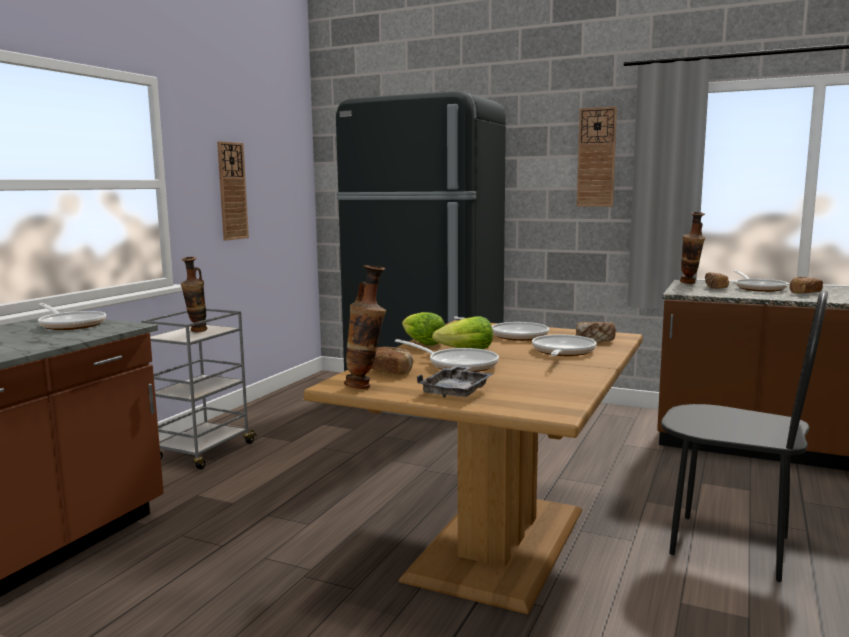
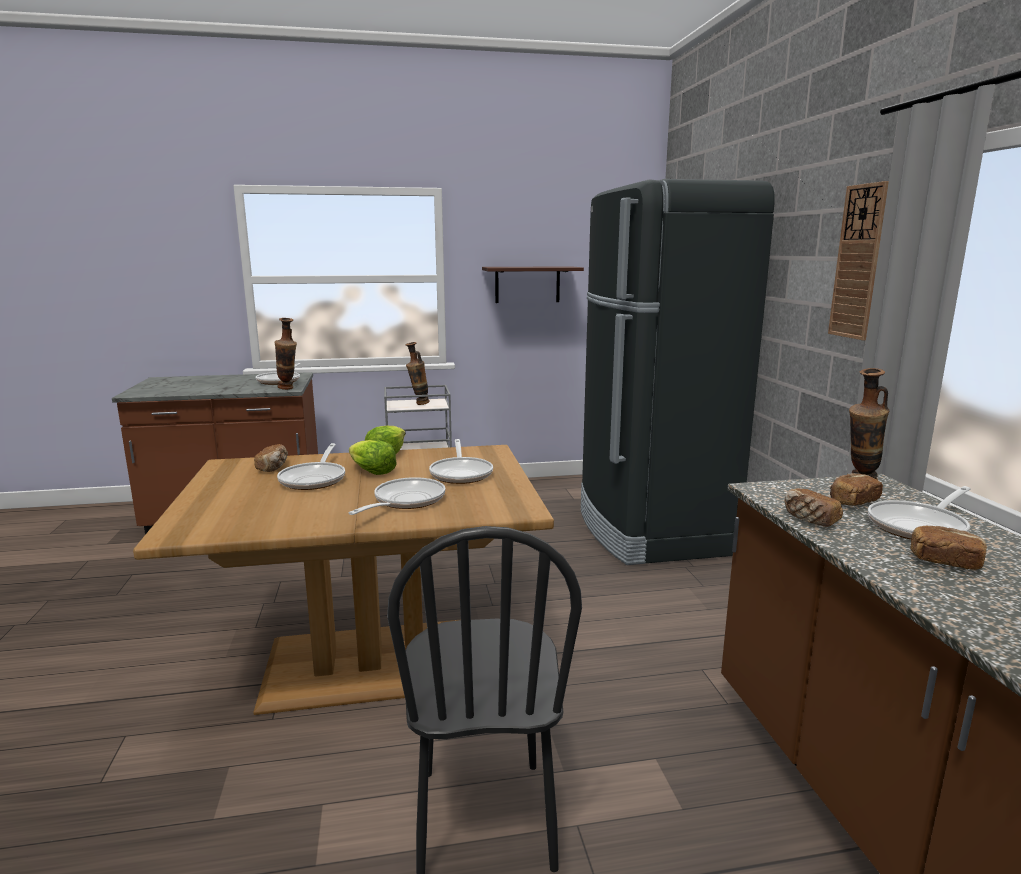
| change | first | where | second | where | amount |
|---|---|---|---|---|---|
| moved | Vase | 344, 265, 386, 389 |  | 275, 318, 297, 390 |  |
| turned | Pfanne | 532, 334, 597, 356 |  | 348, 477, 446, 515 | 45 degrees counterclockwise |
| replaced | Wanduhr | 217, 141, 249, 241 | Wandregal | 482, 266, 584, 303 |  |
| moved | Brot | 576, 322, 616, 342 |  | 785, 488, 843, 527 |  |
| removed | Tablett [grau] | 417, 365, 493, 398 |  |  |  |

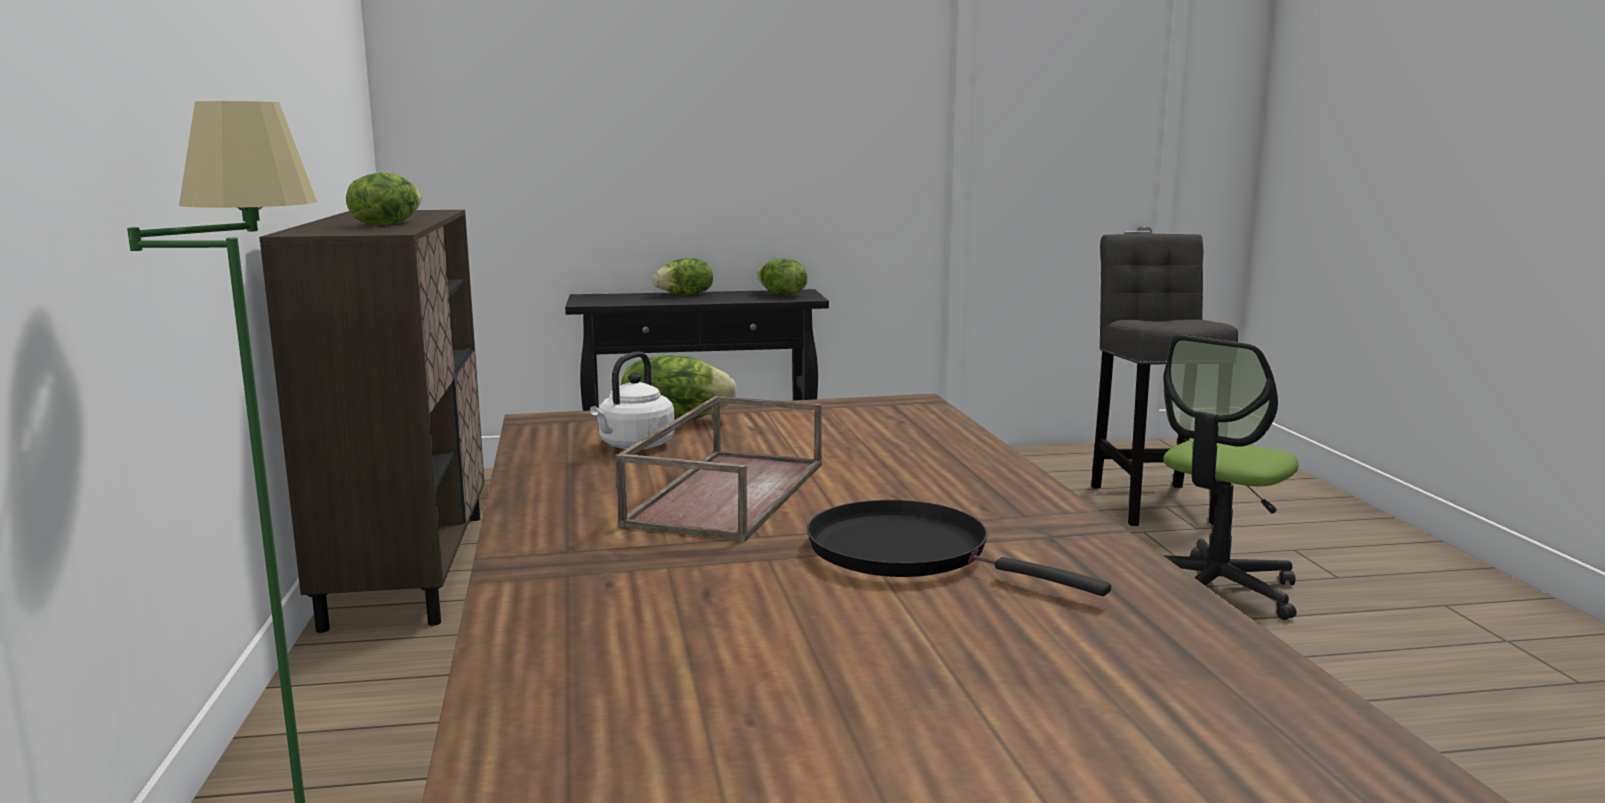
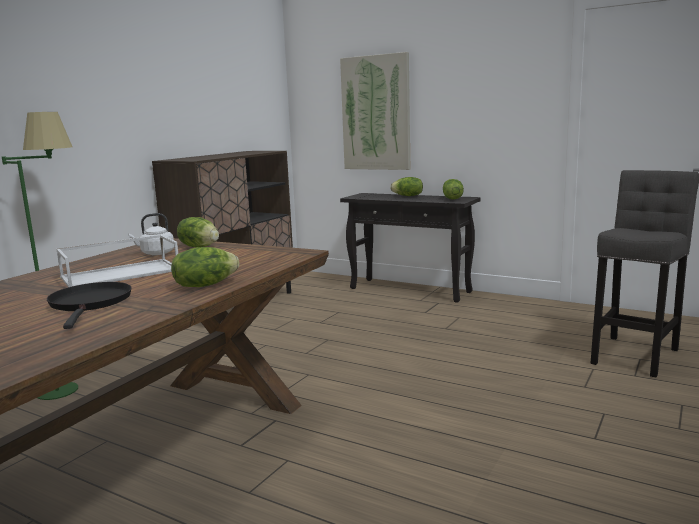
| change | first | where | second | where | amount |
|---|---|---|---|---|---|
| recoloured | Tablett [braun] | 616, 396, 822, 542 | Tablett [weiß] | 56, 234, 178, 287 |  |
| moved | Salatkopf | 346, 173, 421, 225 |  | 171, 247, 239, 287 |  |
| added |  |  | Bild | 340, 52, 410, 170 |  |
| removed | Bürostuhl | 1163, 335, 1299, 620 |  |  |  |

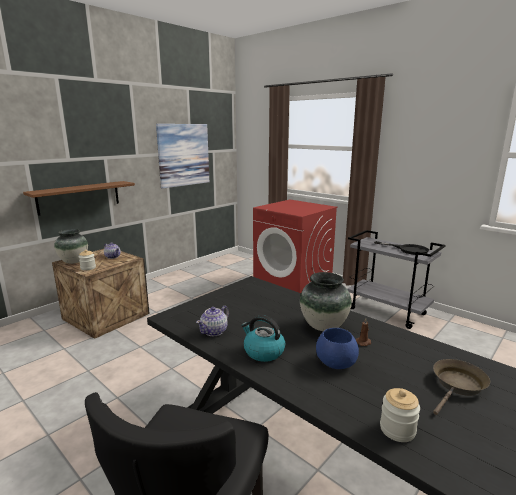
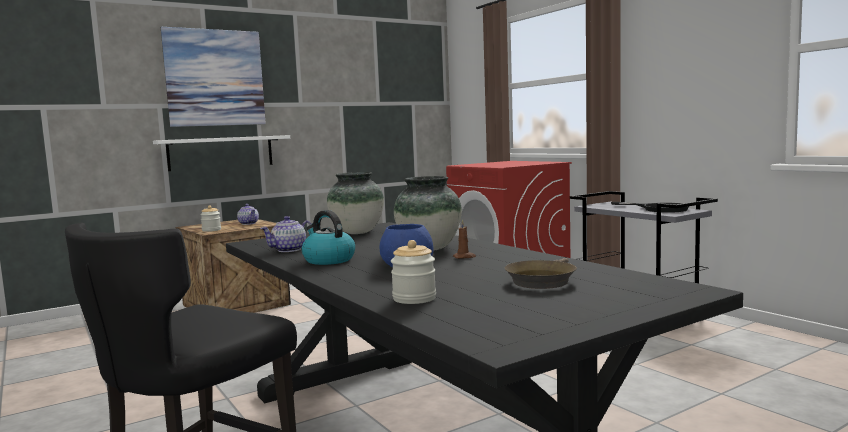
| change | first | where | second | where | amount |
|---|---|---|---|---|---|
| recoloured | Wandregal [braun] | 23, 181, 135, 216 | Wandregal [weiß] | 153, 135, 290, 171 |  |
| moved | Bild | 156, 124, 209, 189 |  | 161, 27, 266, 127 |  |
| moved | Vase | 54, 229, 88, 264 |  | 327, 172, 384, 234 |  |
| turned | Pfanne [braun] | 433, 359, 490, 415 |  | 505, 258, 577, 289 | 150 degrees clockwise |

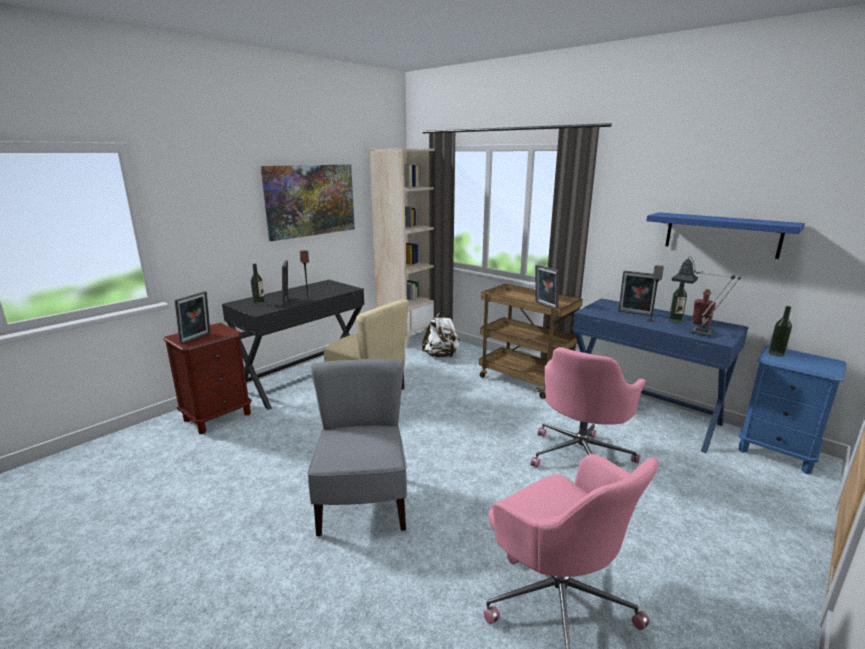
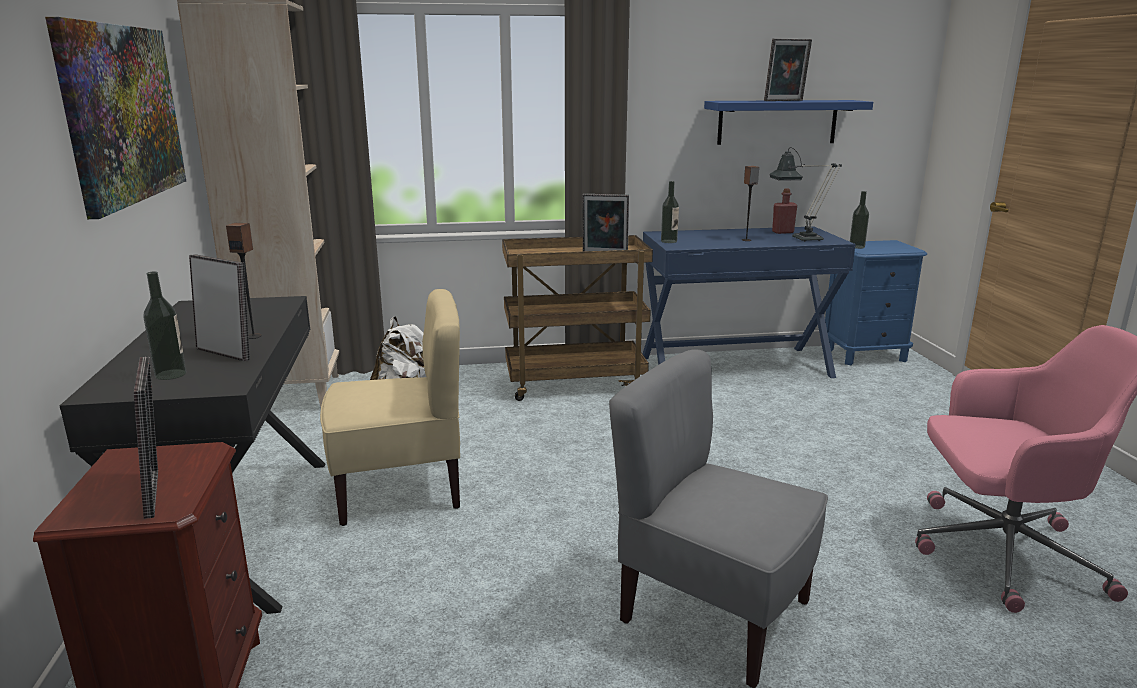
| change | first | where | second | where | amount |
|---|---|---|---|---|---|
| moved | Flasche | 669, 282, 687, 323 |  | 661, 181, 679, 243 |  |
| moved | Bilderrahmen | 619, 271, 658, 316 |  | 764, 38, 812, 101 |  |
| removed | Bürostuhl [rosa] | 530, 347, 646, 468 |  |  |  |

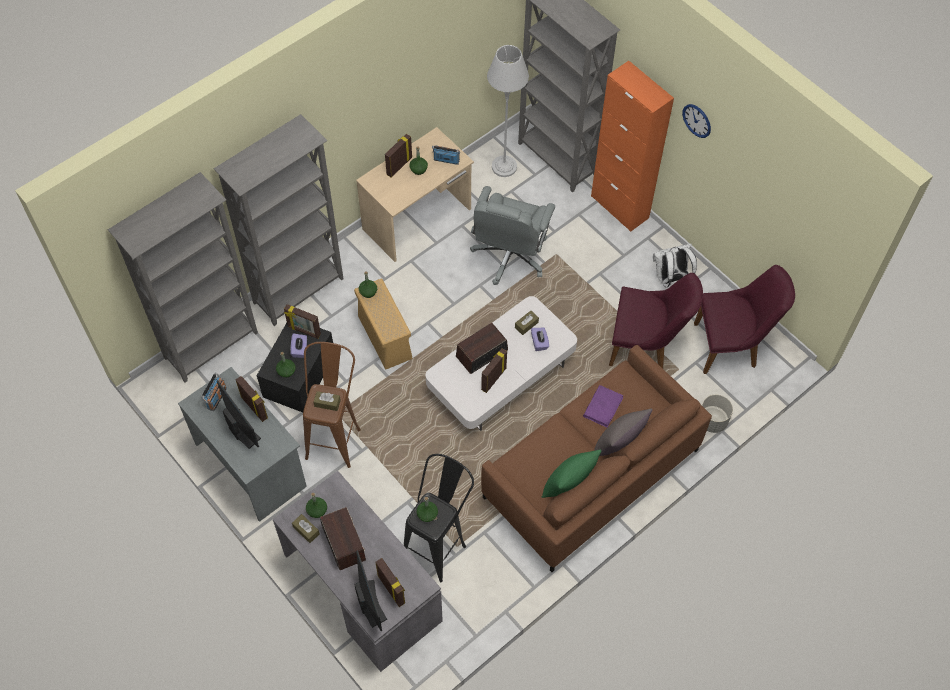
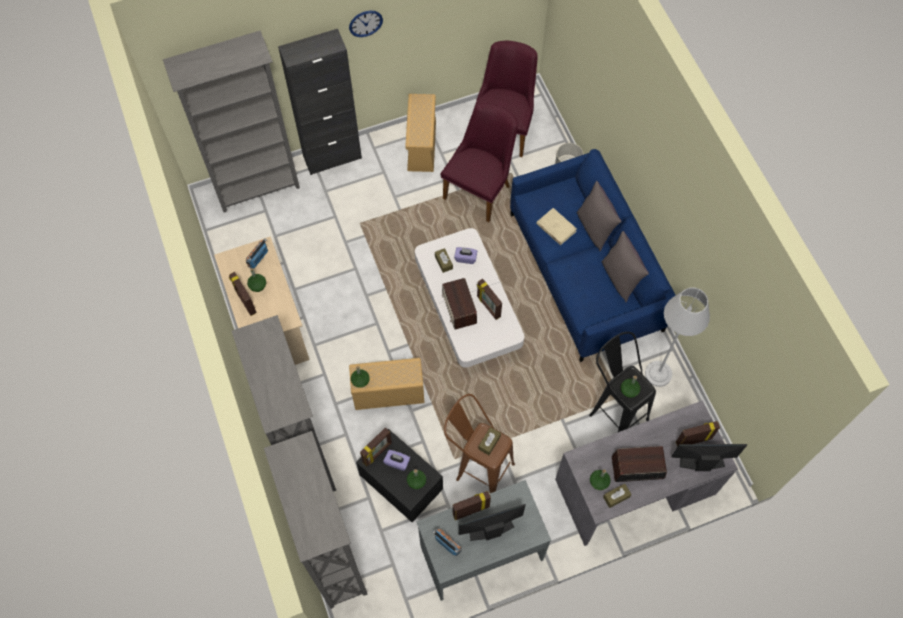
| change | first | where | second | where | amount |
|---|---|---|---|---|---|
| recoloured | Schrank [orange] | 591, 61, 674, 232 | Schrank [schwarz] | 278, 29, 362, 175 |  |
| replaced | Rucksack [weiß] | 653, 244, 697, 288 | Aufbewahrungsbox [beige] | 405, 94, 436, 172 |  |
| recoloured | Sofa [braun] | 481, 345, 712, 572 | Sofa [blau] | 510, 149, 676, 362 |  |
| recoloured | Buch [lila] | 583, 385, 623, 427 | Buch [beige] | 536, 208, 577, 245 |  |
| recoloured | Kissen [grün] | 542, 450, 602, 498 | Kissen [grau] | 601, 231, 649, 302 |  |
| moved | Stehlampe [grau] | 487, 45, 529, 177 |  | 645, 287, 710, 387 |  |
| removed | Bürostuhl [grau] | 470, 186, 555, 285 |  |  |  |

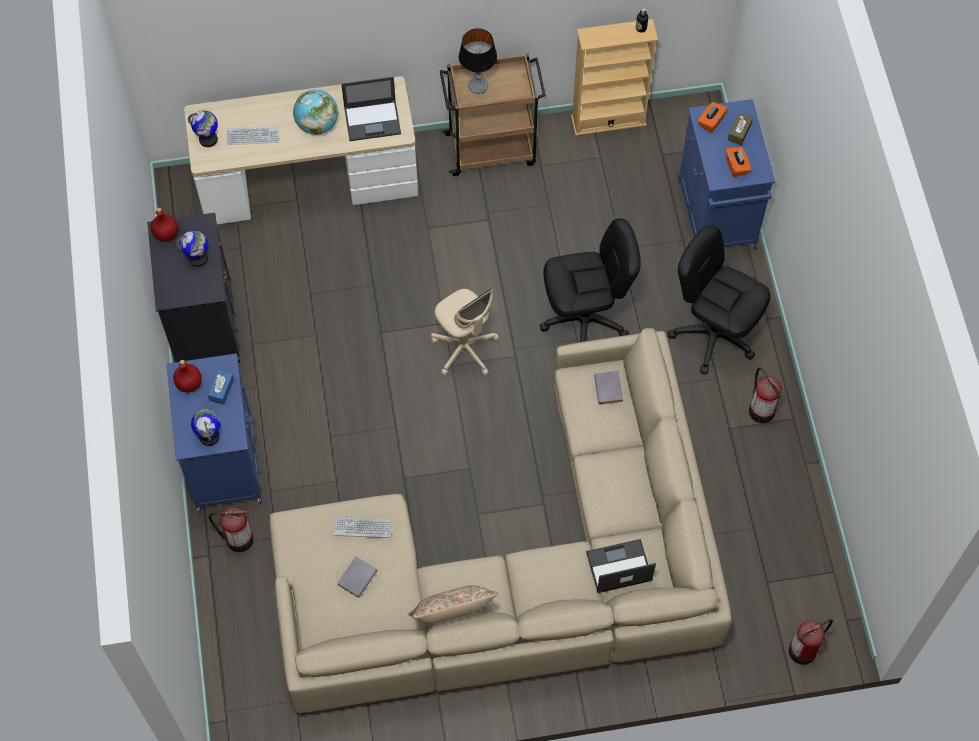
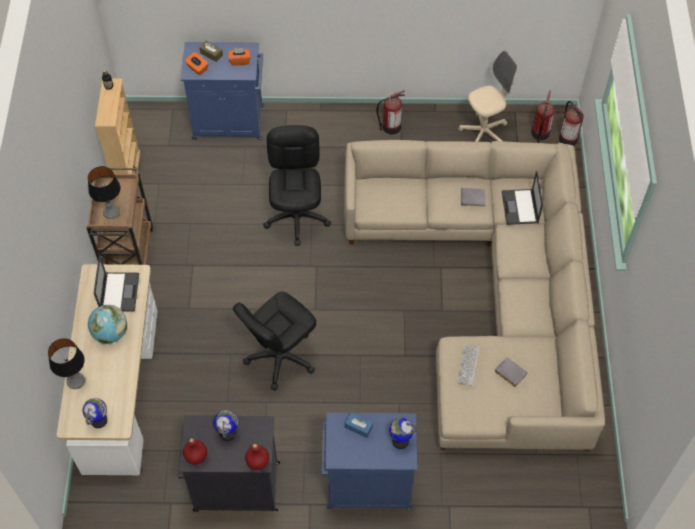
| change | first | where | second | where | amount |
|---|---|---|---|---|---|
| added |  |  | Tischlampe | 48, 338, 85, 389 |  |
| moved | Bürostuhl [schwarz] | 668, 225, 771, 374 |  | 233, 292, 316, 390 |  |
| moved | Flasche [rot] | 173, 360, 202, 393 |  | 245, 444, 269, 470 |  |
| moved | Bürostuhl [beige] | 431, 288, 499, 376 |  | 458, 50, 517, 142 |  |
| moved | Buch [grau] | 594, 371, 623, 405 |  | 461, 188, 486, 206 |  |
| moved | Feuerlöscher | 209, 507, 254, 552 |  | 531, 90, 555, 143 |  |
| removed | Tastatur | 226, 126, 279, 145 |  |  |  |
| removed | Kissen [beige] | 408, 585, 498, 623 |  |  |  |

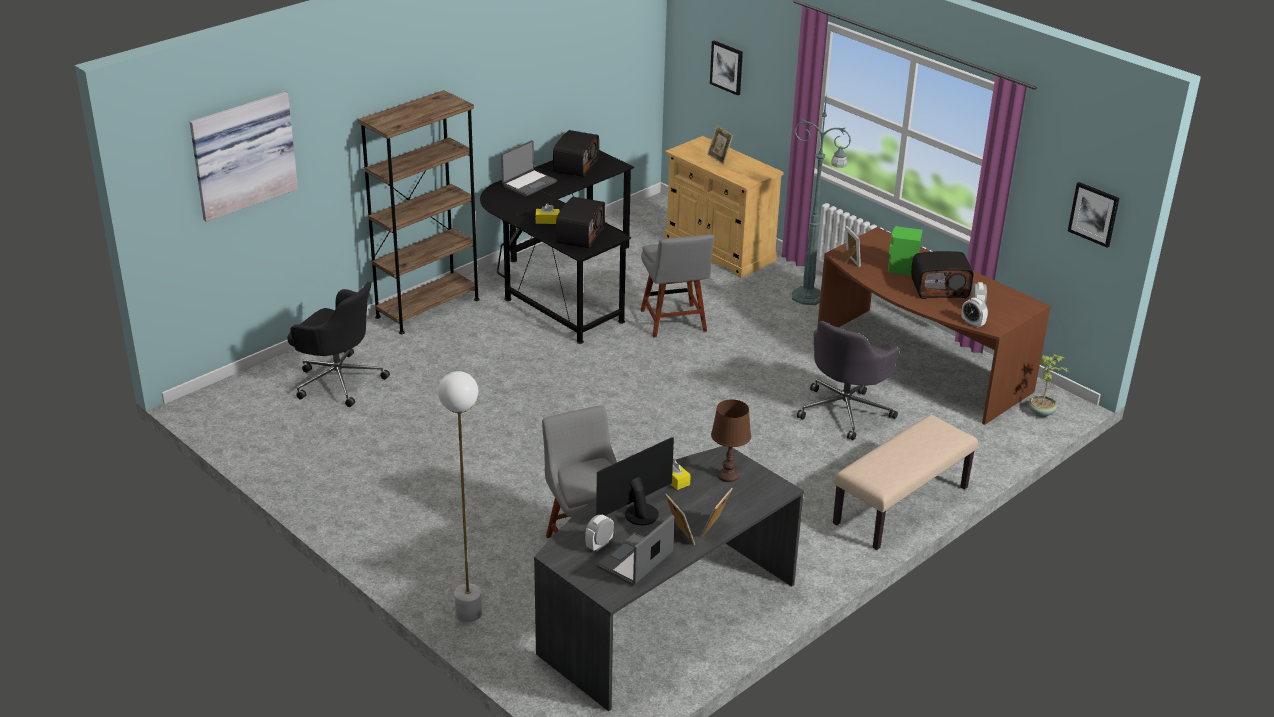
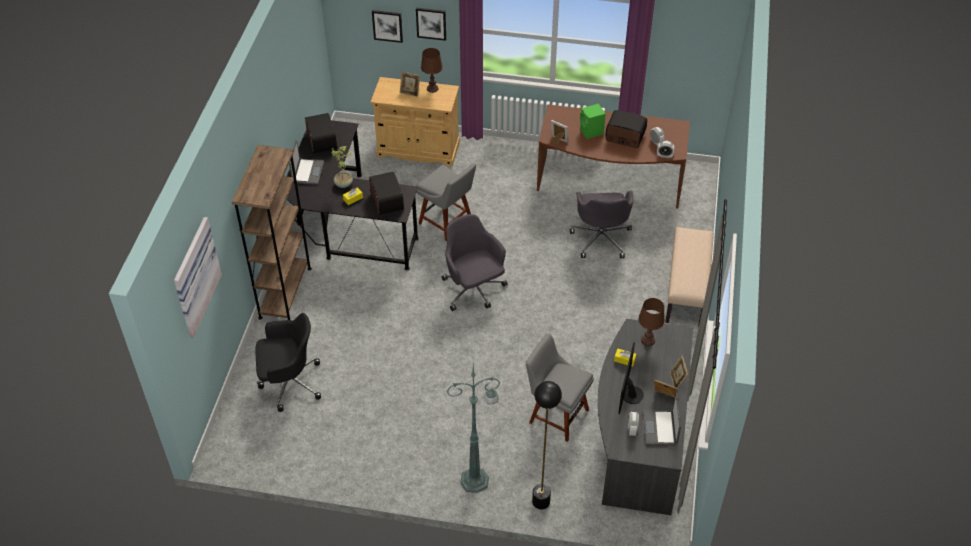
| change | first | where | second | where | amount |
|---|---|---|---|---|---|
| moved | Topfpflanze | 1029, 354, 1068, 417 |  | 331, 146, 354, 188 |  |
| moved | Bild | 1068, 182, 1119, 248 |  | 416, 8, 446, 41 |  |
| added |  |  | Tischlampe [braun] | 421, 48, 443, 93 |  |
| added |  |  | Bürostuhl [grau] | 442, 214, 508, 311 |  |
| moved | Stehlampe [grün] | 792, 93, 851, 305 |  | 447, 364, 500, 493 |  |
| recoloured | Stehlampe [weiß] | 438, 371, 482, 622 | Stehlampe [schwarz] | 532, 381, 562, 509 |  |
| turned | Radio | 911, 251, 973, 299 |  | 606, 110, 647, 148 | 120 degrees counterclockwise |

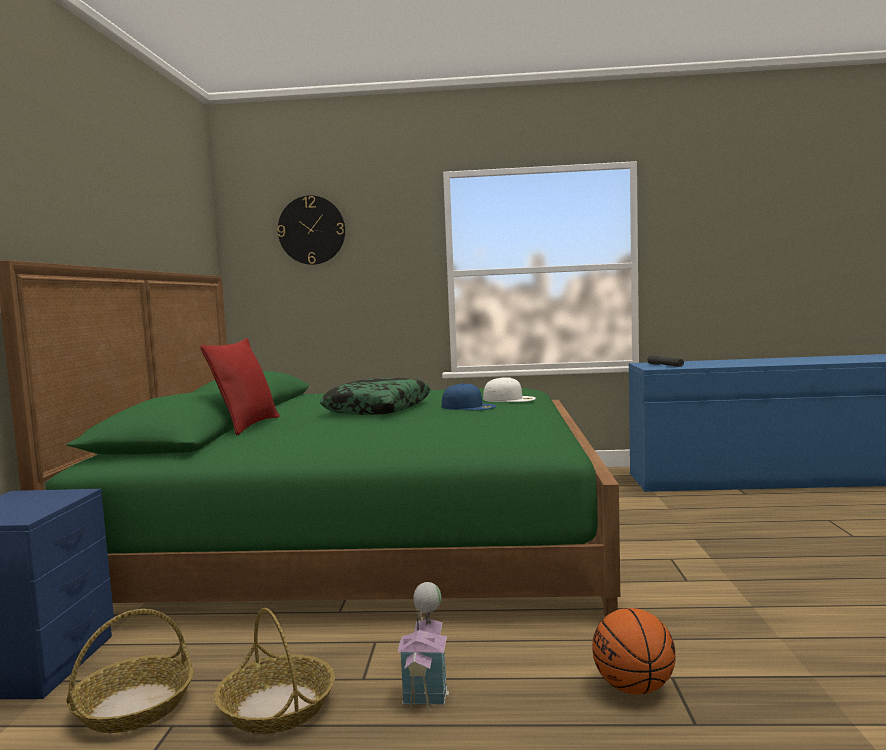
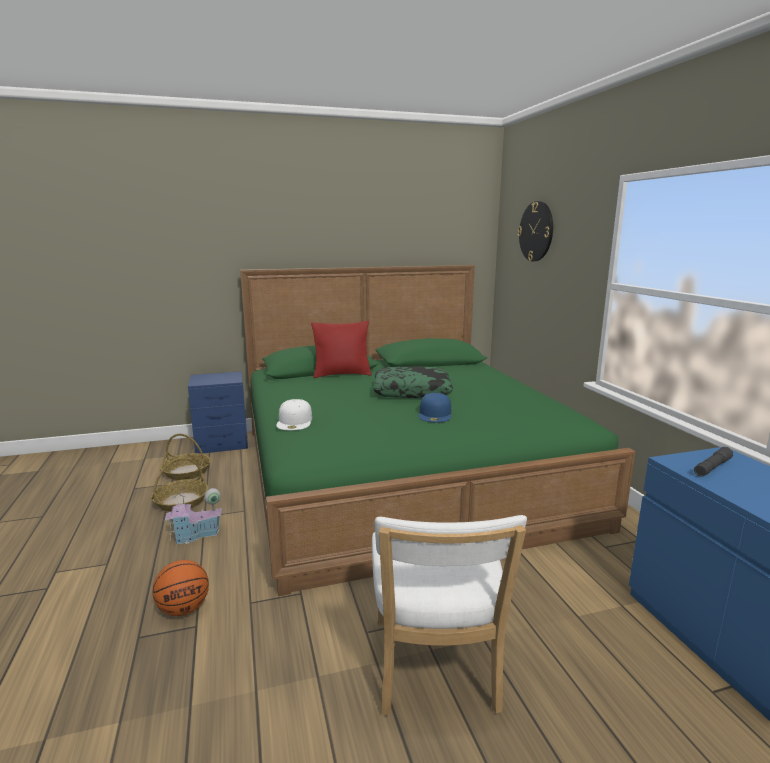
| change | first | where | second | where | amount |
|---|---|---|---|---|---|
| moved | Kappe [weiß] | 483, 377, 536, 402 |  | 276, 399, 312, 430 |  |
| added |  |  | Stuhl [weiß] | 372, 515, 527, 716 |  |

